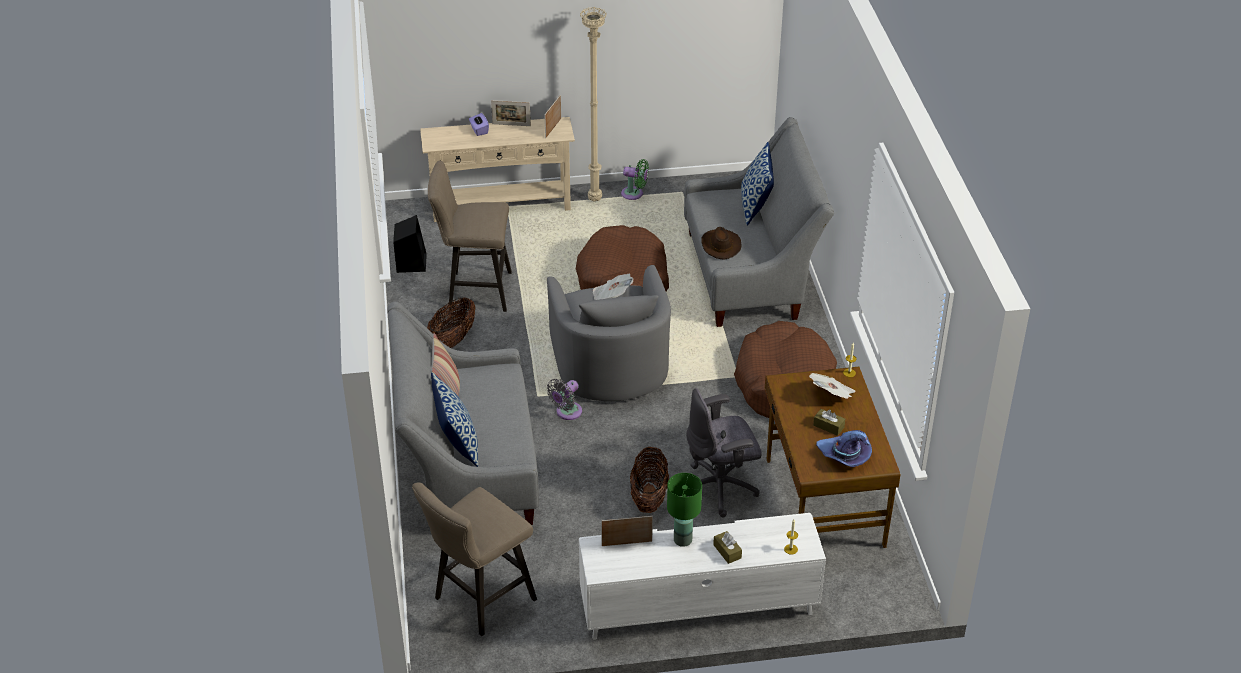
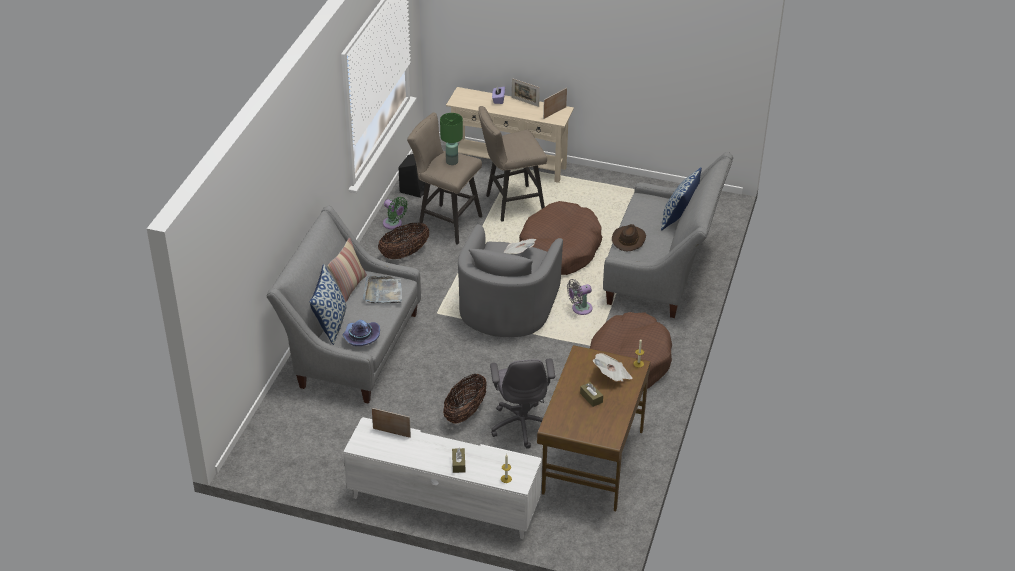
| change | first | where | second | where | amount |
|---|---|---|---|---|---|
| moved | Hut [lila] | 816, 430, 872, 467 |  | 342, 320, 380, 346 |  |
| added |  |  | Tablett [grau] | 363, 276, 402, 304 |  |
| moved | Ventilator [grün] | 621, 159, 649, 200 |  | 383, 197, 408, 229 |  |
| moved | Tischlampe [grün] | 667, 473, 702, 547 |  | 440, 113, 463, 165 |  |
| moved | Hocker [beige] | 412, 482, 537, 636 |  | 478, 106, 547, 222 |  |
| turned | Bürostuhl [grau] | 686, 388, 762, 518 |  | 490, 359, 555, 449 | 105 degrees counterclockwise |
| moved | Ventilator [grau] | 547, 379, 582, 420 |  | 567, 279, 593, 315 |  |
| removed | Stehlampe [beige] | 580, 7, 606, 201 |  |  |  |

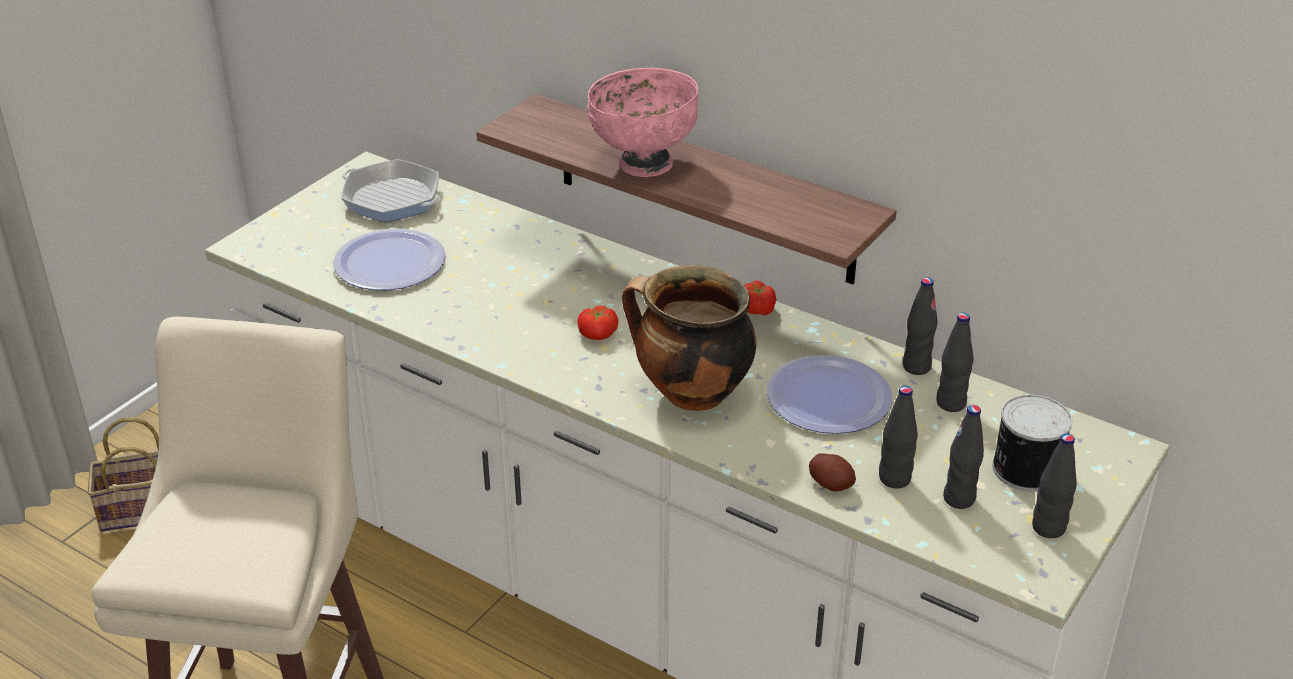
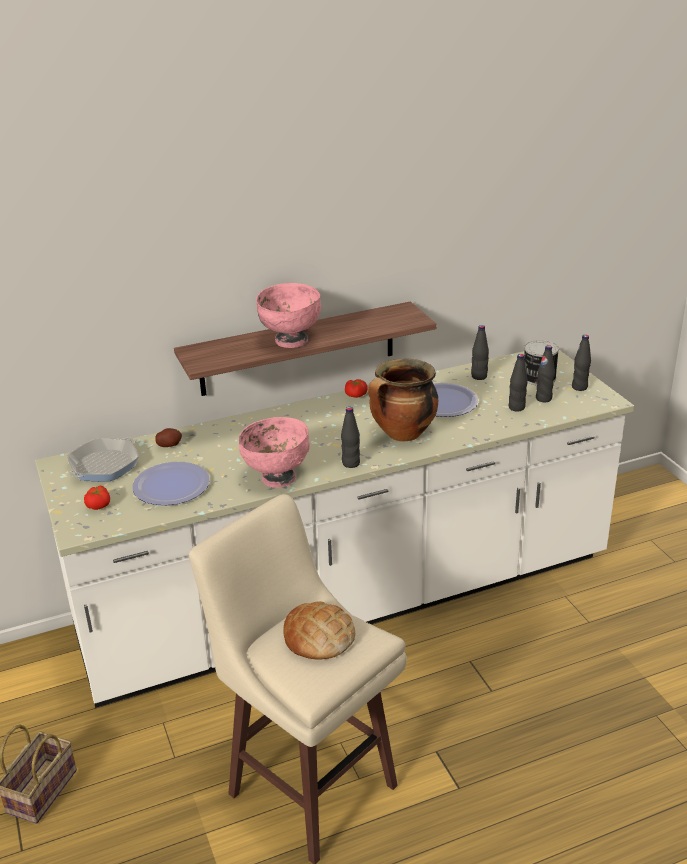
| change | first | where | second | where | amount |
|---|---|---|---|---|---|
| turned | Pfanne | 341, 159, 440, 222 |  | 67, 438, 139, 481 | 150 degrees clockwise |
| moved | Tomate | 578, 306, 618, 340 |  | 84, 485, 110, 510 |  |
| moved | Kartoffel | 809, 453, 856, 492 |  | 155, 428, 182, 447 |  |
| added |  |  | Schüssel [rosa] | 239, 417, 310, 488 |  |
| added |  |  | Brot | 283, 601, 355, 660 |  |
| moved | Flasche [schwarz] | 903, 277, 938, 375 |  | 341, 407, 360, 468 |  |

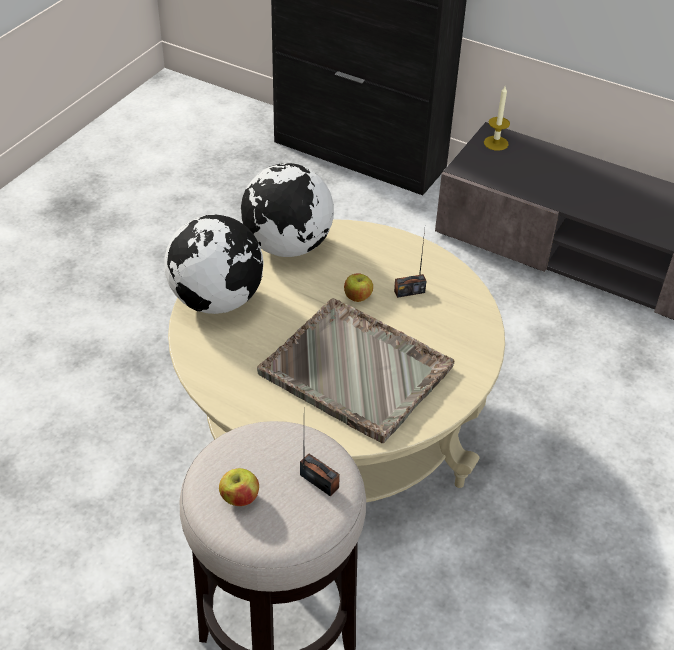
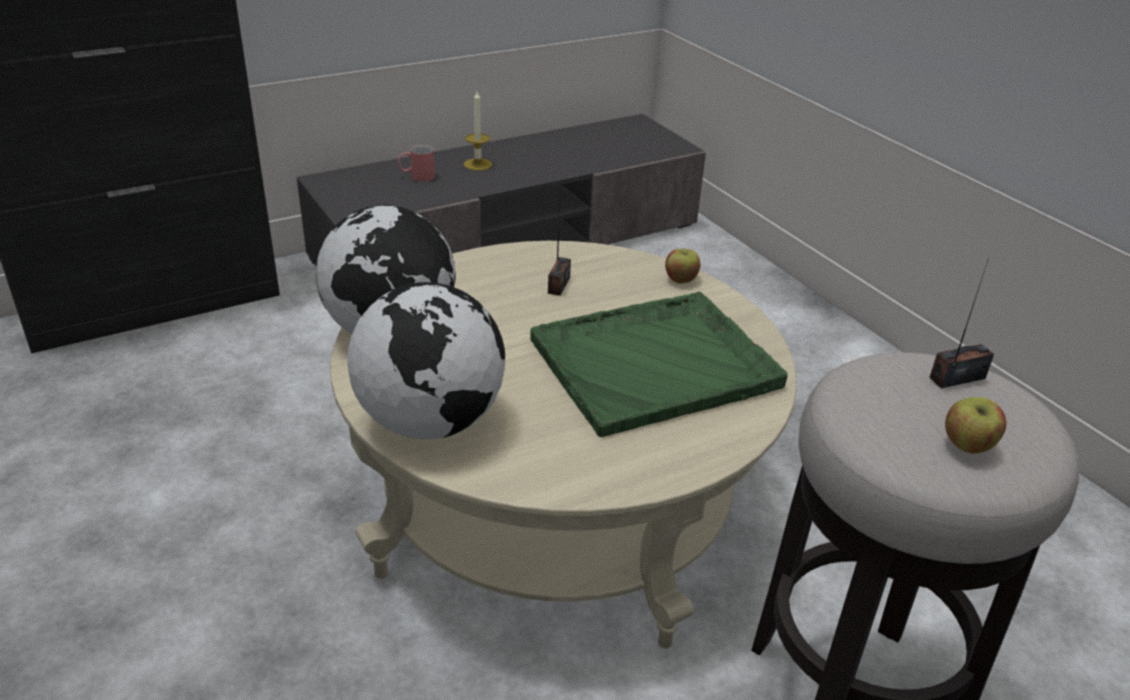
| change | first | where | second | where | amount |
|---|---|---|---|---|---|
| added |  |  | Henkelbecher [rot] | 398, 145, 435, 182 |  |
| moved | Kerze | 484, 86, 510, 151 |  | 464, 91, 492, 171 |  |
| recoloured | Tablett [grau] | 257, 298, 454, 443 | Tablett [grün] | 530, 292, 788, 437 |  |
| moved | Apfel | 344, 273, 373, 302 |  | 665, 249, 700, 284 |  |

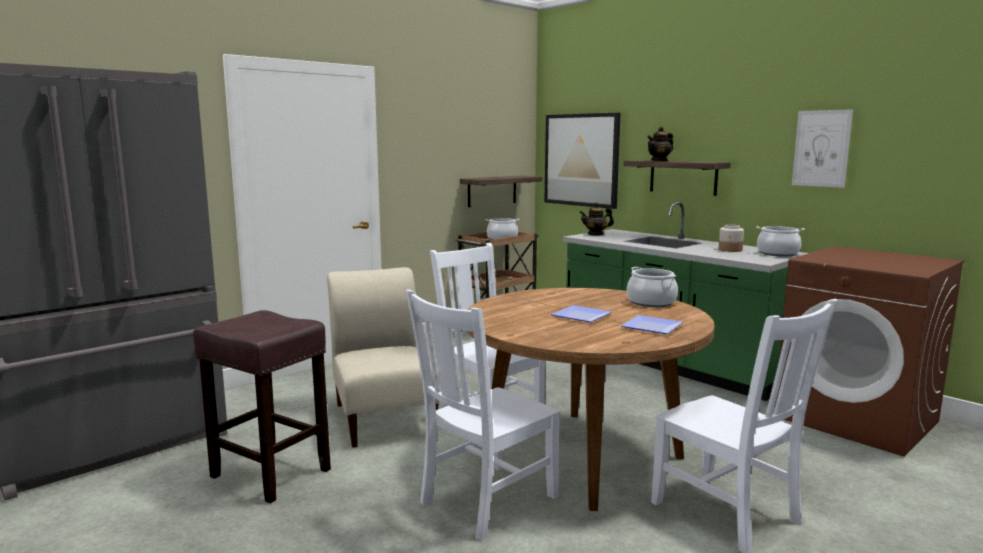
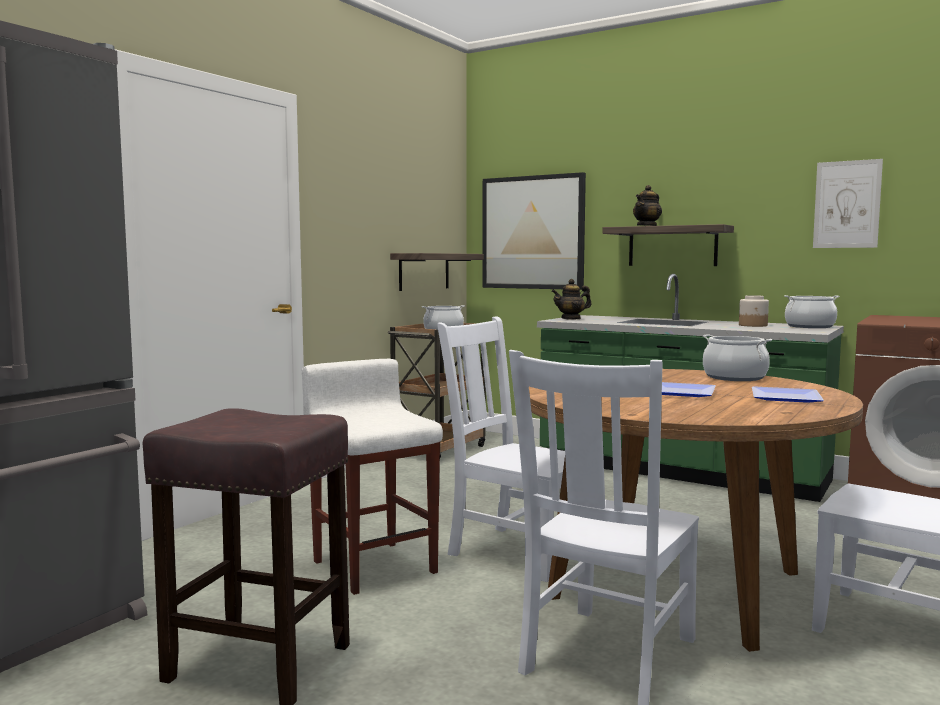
| change | first | where | second | where | amount |
|---|---|---|---|---|---|
| replaced | Stuhl [beige] | 327, 267, 439, 448 | Hocker [weiß] | 302, 359, 443, 595 |  |

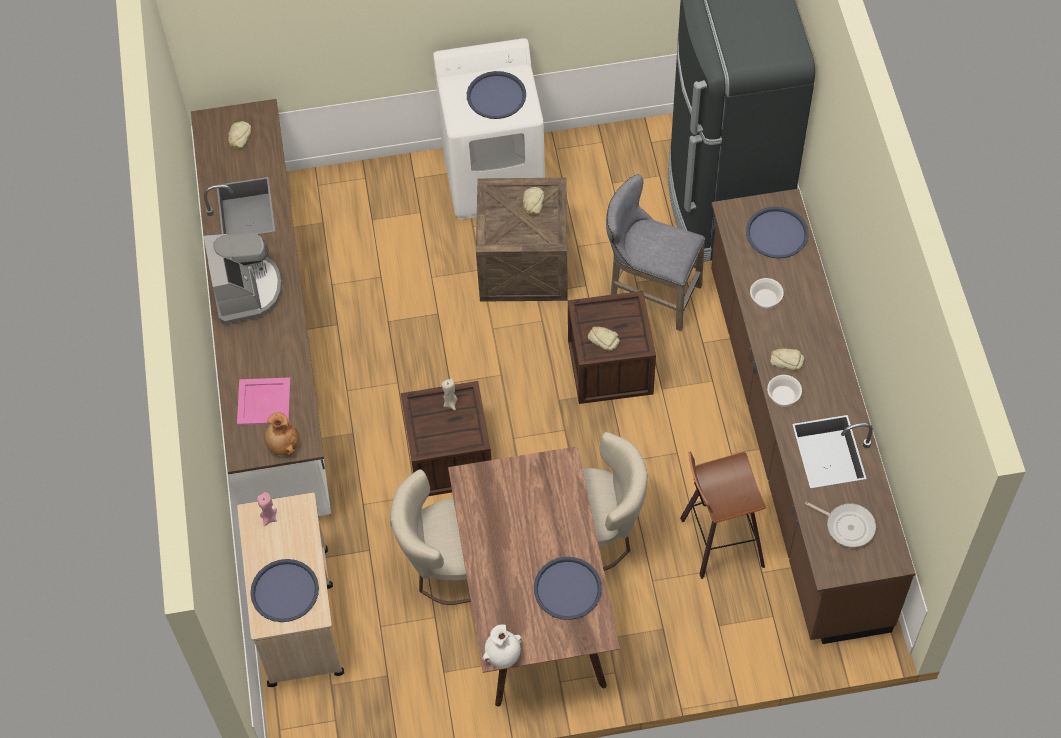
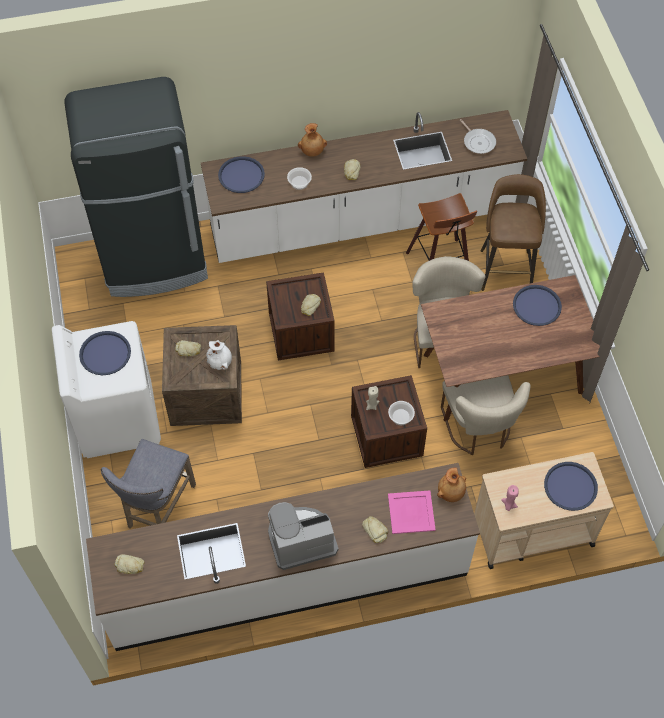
| change | first | where | second | where | amount |
|---|---|---|---|---|---|
| moved | Hocker [grau] | 606, 174, 705, 331 |  | 101, 439, 196, 529 |  |
| recoloured | Küchenzeile [braun] | 711, 189, 916, 644 | Küchenzeile [weiß] | 201, 110, 527, 263 |  |
| moved | Vase [weiß] | 483, 625, 522, 668 |  | 206, 340, 232, 370 |  |
| added |  |  | Vase [braun] | 298, 123, 327, 157 |  |
| added |  |  | Brot | 362, 516, 388, 543 |  |
| moved | Schüssel | 767, 375, 802, 407 |  | 388, 401, 415, 425 |  |
| turned | Pfanne | 805, 501, 876, 547 |  | 460, 119, 496, 154 | 120 degrees clockwise |
| added |  |  | Hocker [braun] | 480, 174, 546, 291 |  |

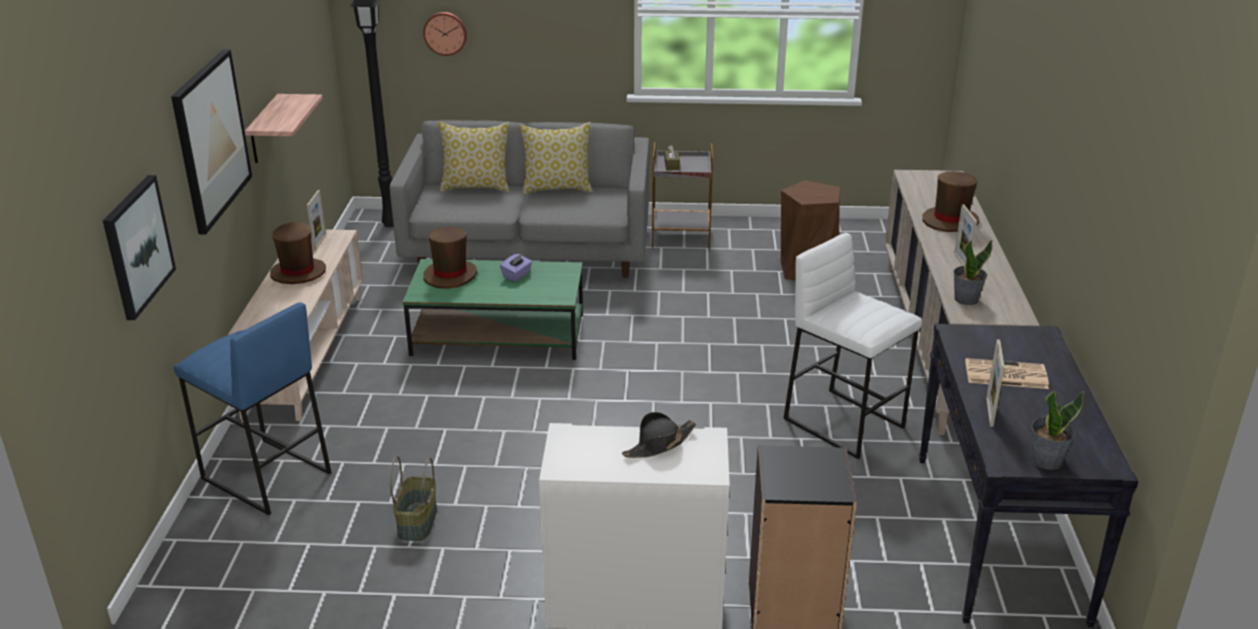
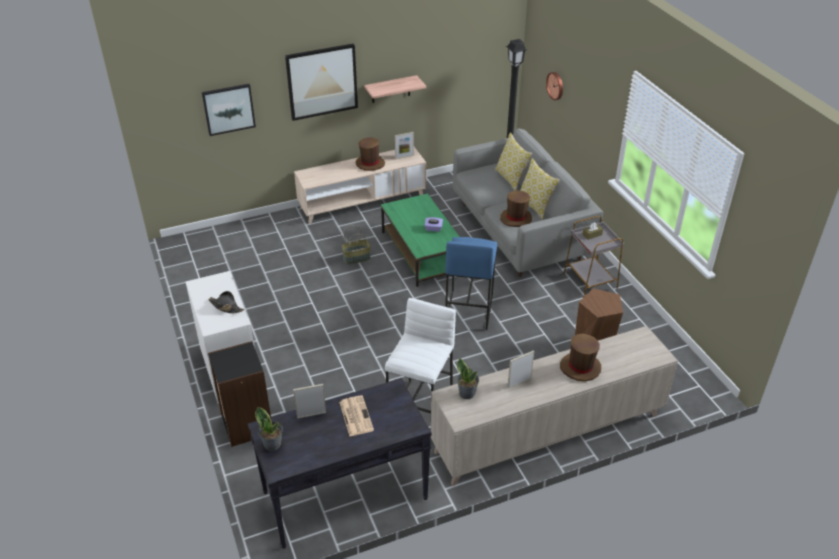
| change | first | where | second | where | amount |
|---|---|---|---|---|---|
| moved | Korb | 390, 456, 437, 541 |  | 341, 225, 371, 264 |  |
| moved | Hocker [blau] | 174, 302, 332, 515 |  | 445, 237, 497, 330 |  |
| moved | Hut [braun] | 423, 227, 477, 289 |  | 500, 191, 532, 227 |  |

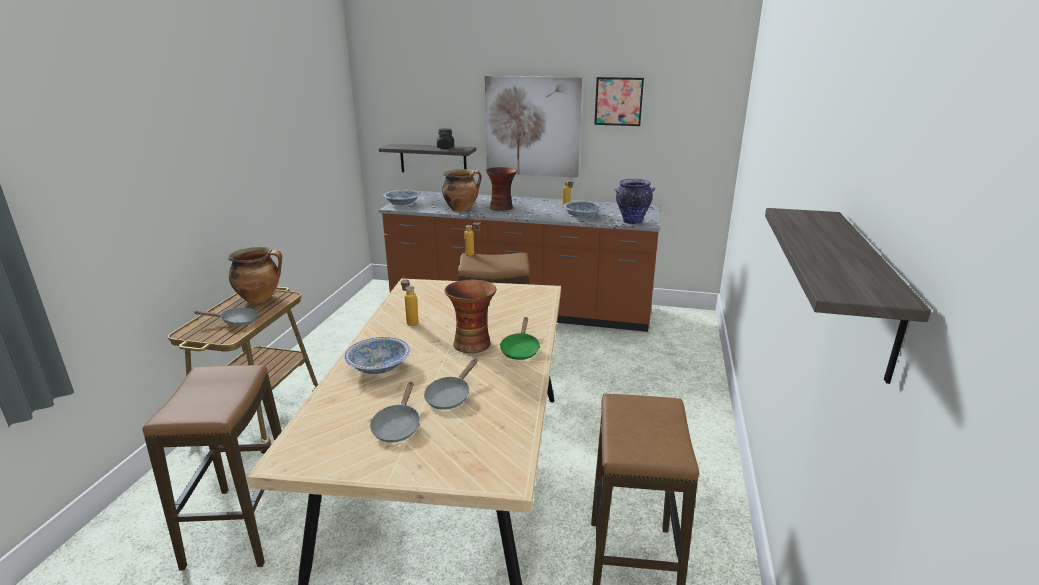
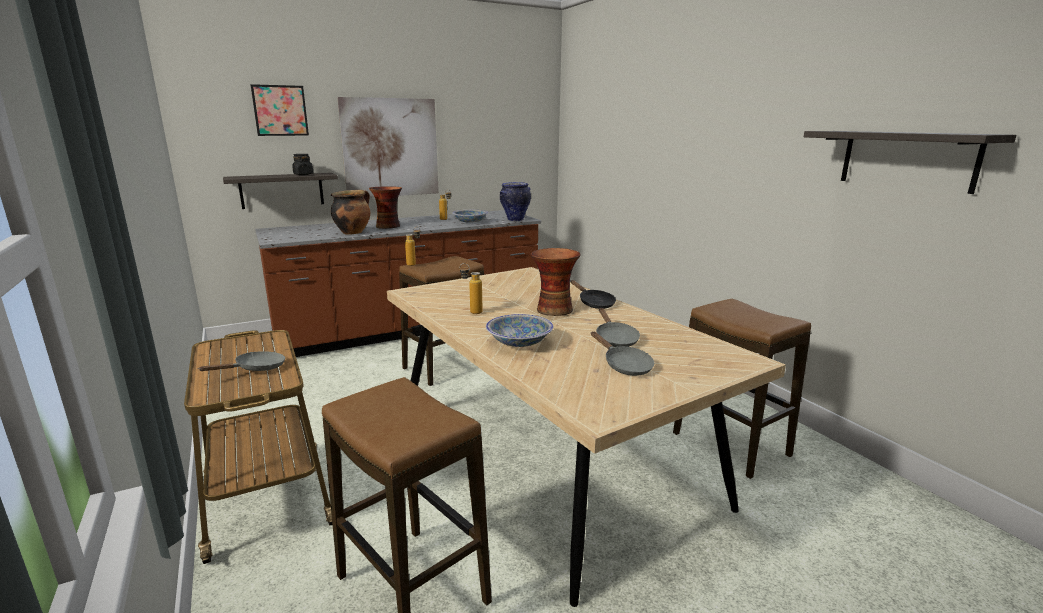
| change | first | where | second | where | amount |
|---|---|---|---|---|---|
| moved | Bild | 594, 77, 644, 126 |  | 250, 84, 309, 136 |  |
| recoloured | Pfanne [grün] | 500, 317, 540, 360 | Pfanne [schwarz] | 571, 280, 616, 309 |  |
| removed | Kochtopf | 228, 247, 282, 303 |  |  |  |
| removed | Schüssel | 383, 190, 421, 205 |  |  |  |

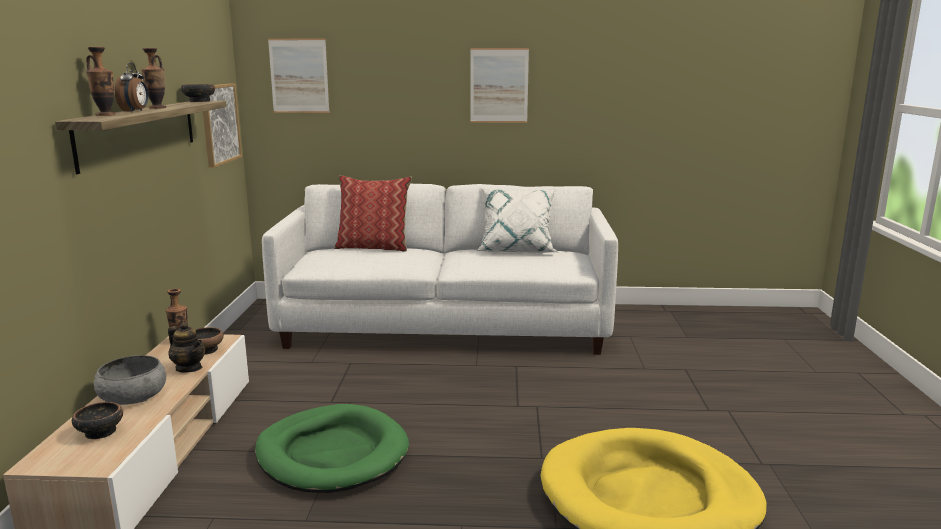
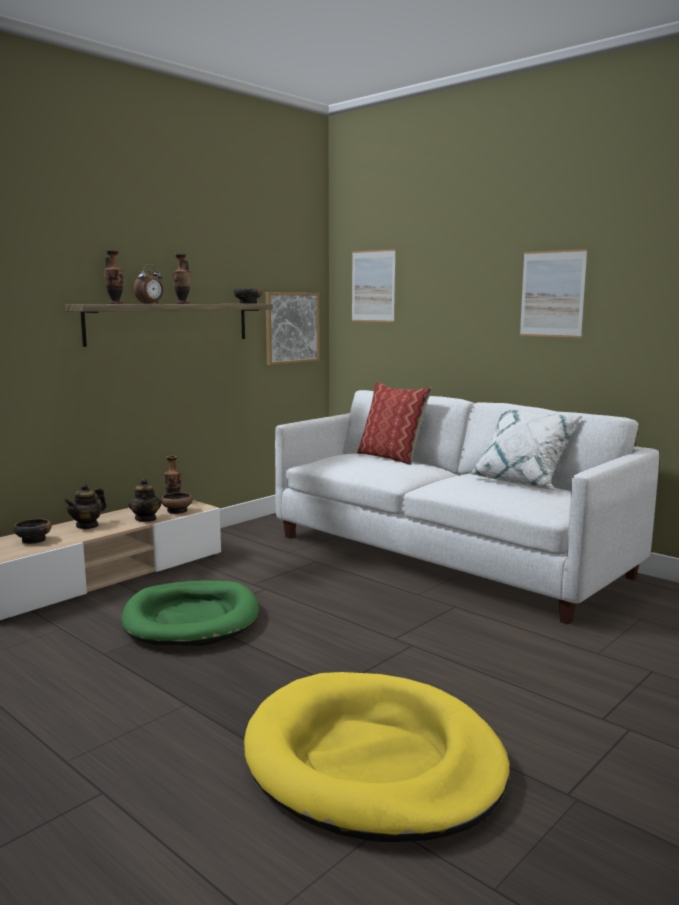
| change | first | where | second | where | amount |
|---|---|---|---|---|---|
| replaced | Schüssel [grau] | 94, 355, 166, 405 | Teekanne | 64, 483, 107, 529 |  |

